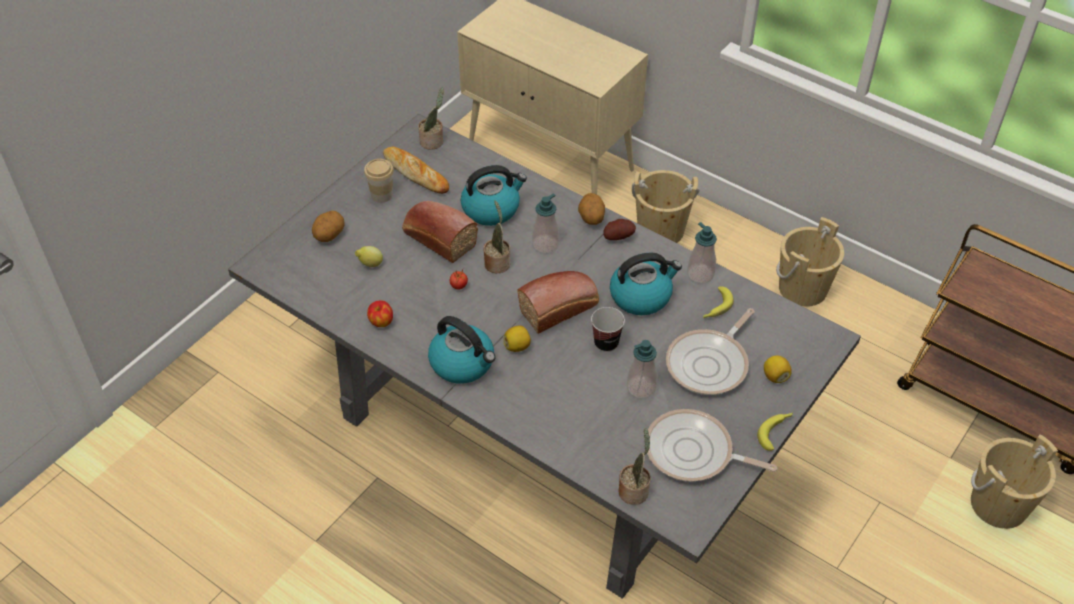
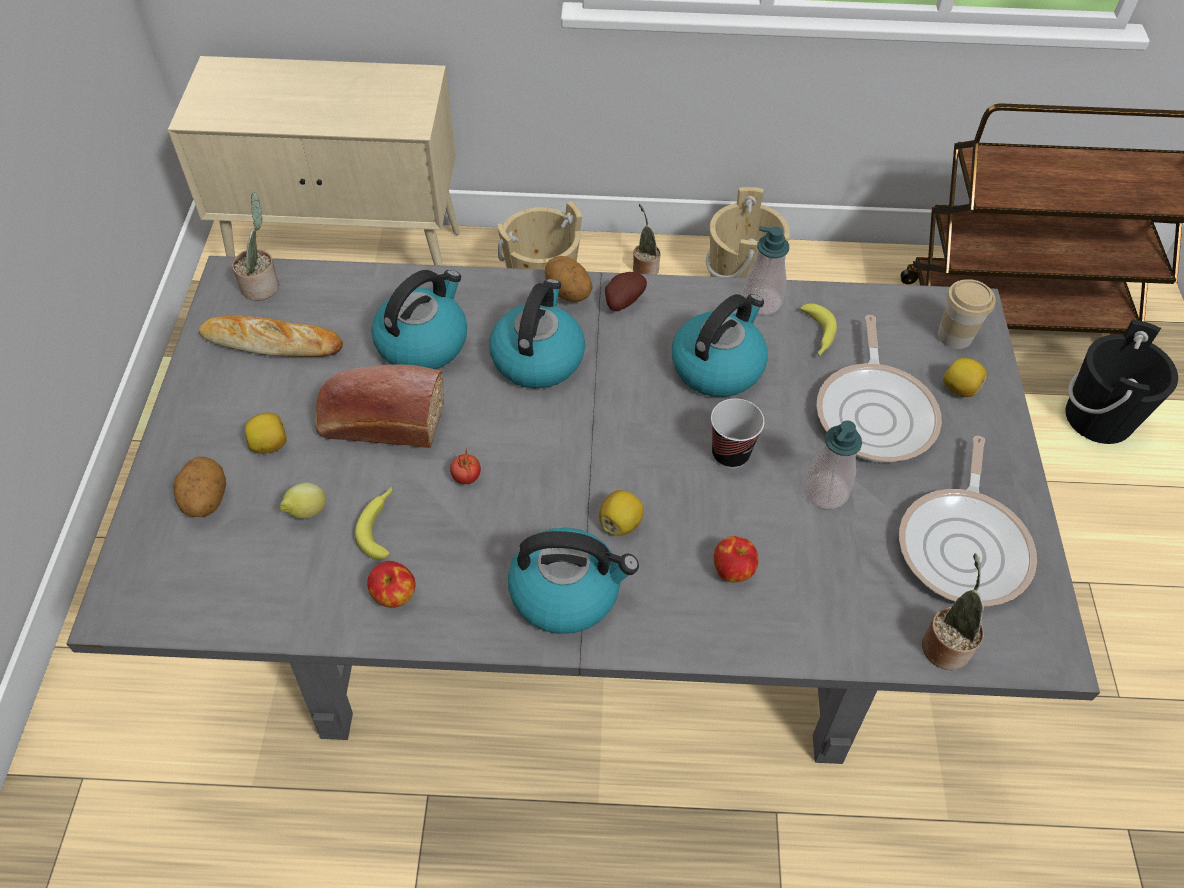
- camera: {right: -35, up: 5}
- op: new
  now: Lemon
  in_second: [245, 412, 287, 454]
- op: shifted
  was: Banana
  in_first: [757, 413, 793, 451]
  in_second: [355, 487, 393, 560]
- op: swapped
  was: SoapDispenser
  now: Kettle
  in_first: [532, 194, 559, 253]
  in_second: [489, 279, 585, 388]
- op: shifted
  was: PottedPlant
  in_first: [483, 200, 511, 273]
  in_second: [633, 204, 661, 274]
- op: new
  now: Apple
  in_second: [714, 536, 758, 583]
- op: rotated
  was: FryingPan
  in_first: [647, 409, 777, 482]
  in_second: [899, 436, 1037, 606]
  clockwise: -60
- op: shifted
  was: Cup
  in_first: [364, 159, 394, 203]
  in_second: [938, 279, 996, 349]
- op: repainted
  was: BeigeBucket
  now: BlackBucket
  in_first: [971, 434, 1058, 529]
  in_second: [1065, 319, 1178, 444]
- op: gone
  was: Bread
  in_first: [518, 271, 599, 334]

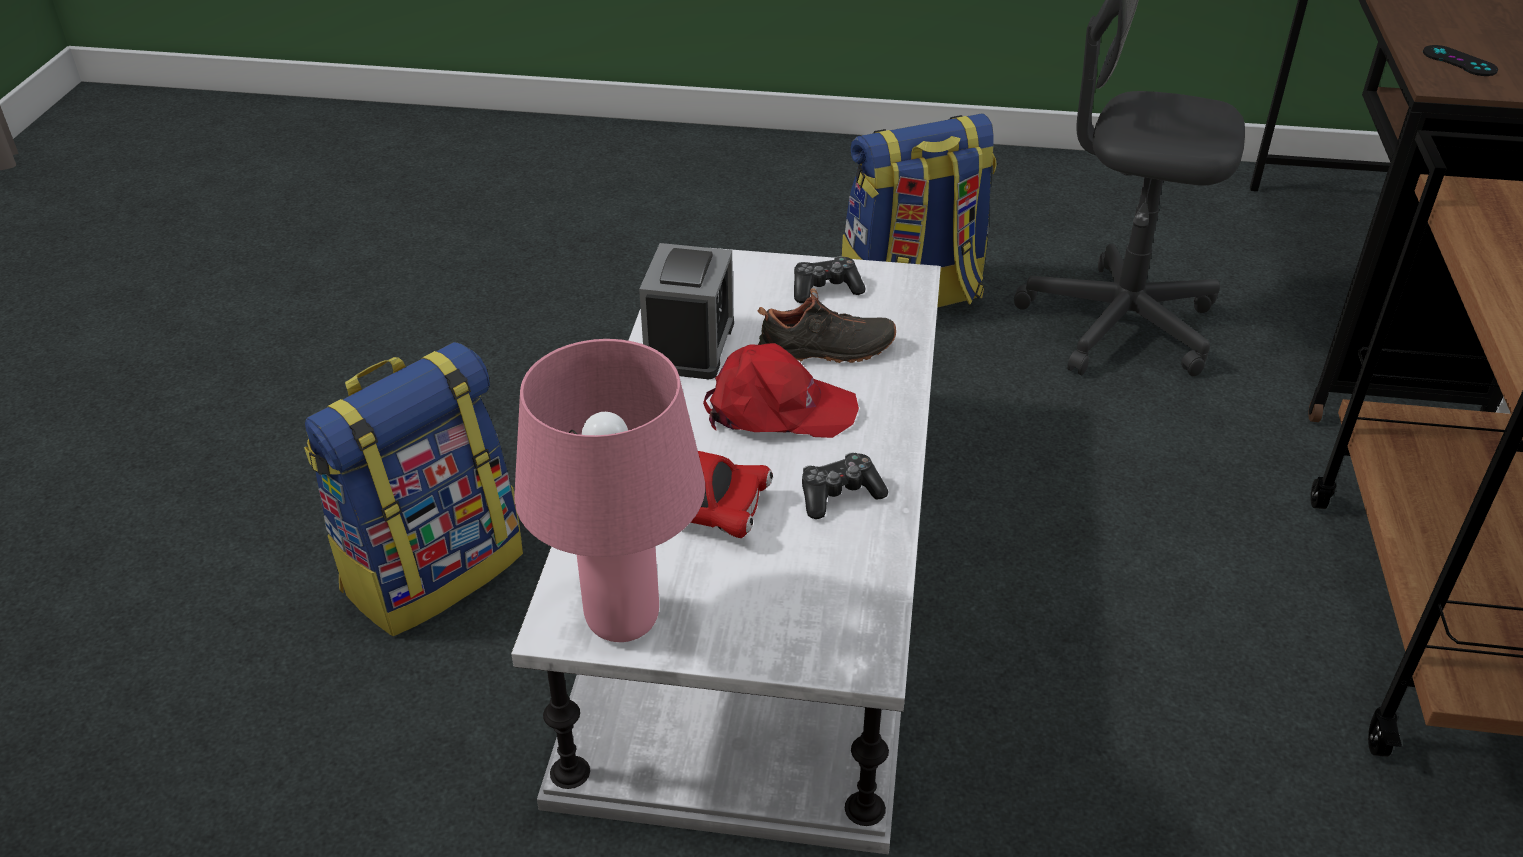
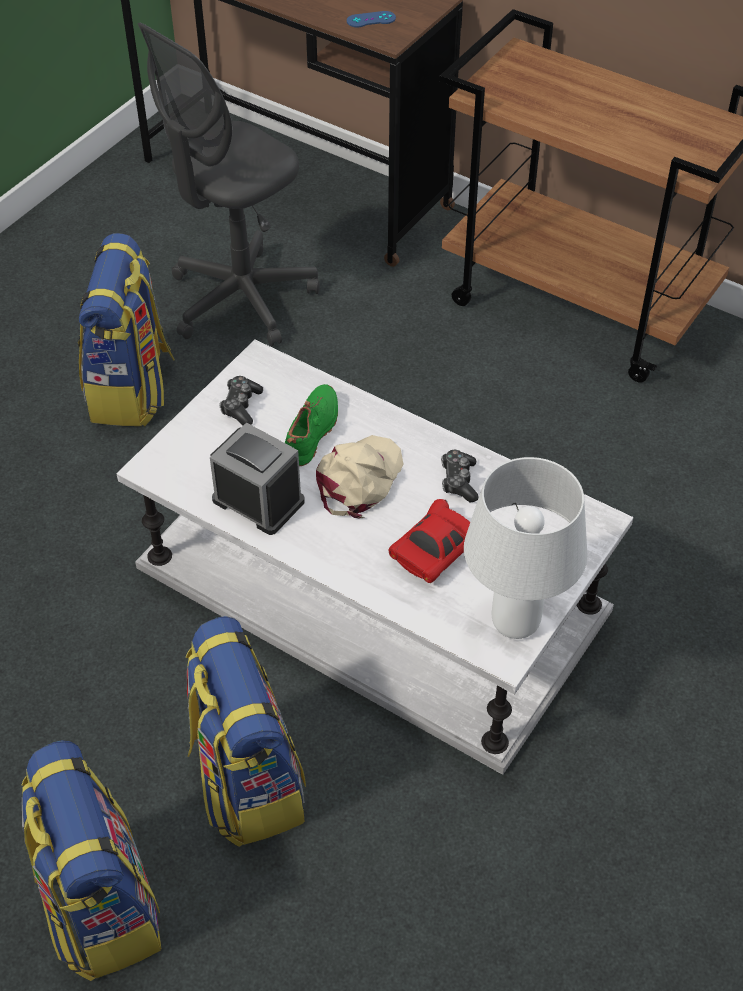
- camera: {right: -65, up: 10}
- op: new
  now: Backpack
  in_second: [21, 740, 161, 981]
- op: repainted
  was: BlackShoe
  now: GreenShoe
  in_first: [757, 288, 896, 363]
  in_second: [285, 384, 338, 466]
- op: repainted
  was: RedCap
  now: BeigeCap
  in_first: [703, 343, 859, 438]
  in_second: [316, 435, 403, 519]
- op: repainted
  was: BlackGameController
  now: BlueGameController
  in_first: [1423, 45, 1498, 76]
  in_second: [347, 11, 396, 27]
- op: repainted
  was: PinkTableLamp
  now: WhiteTableLamp
  in_first: [514, 339, 705, 642]
  in_second: [464, 457, 587, 639]

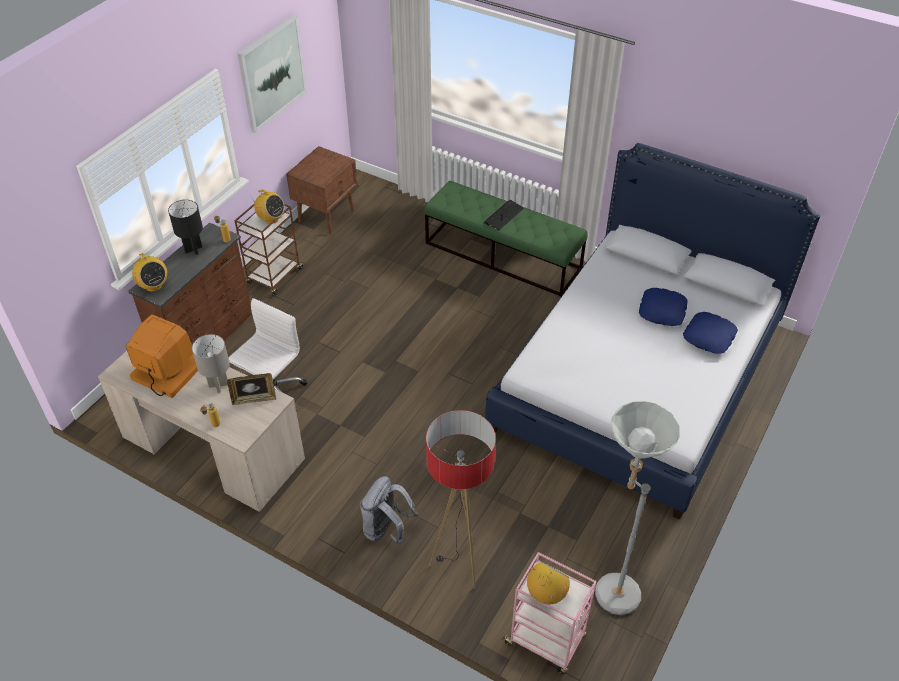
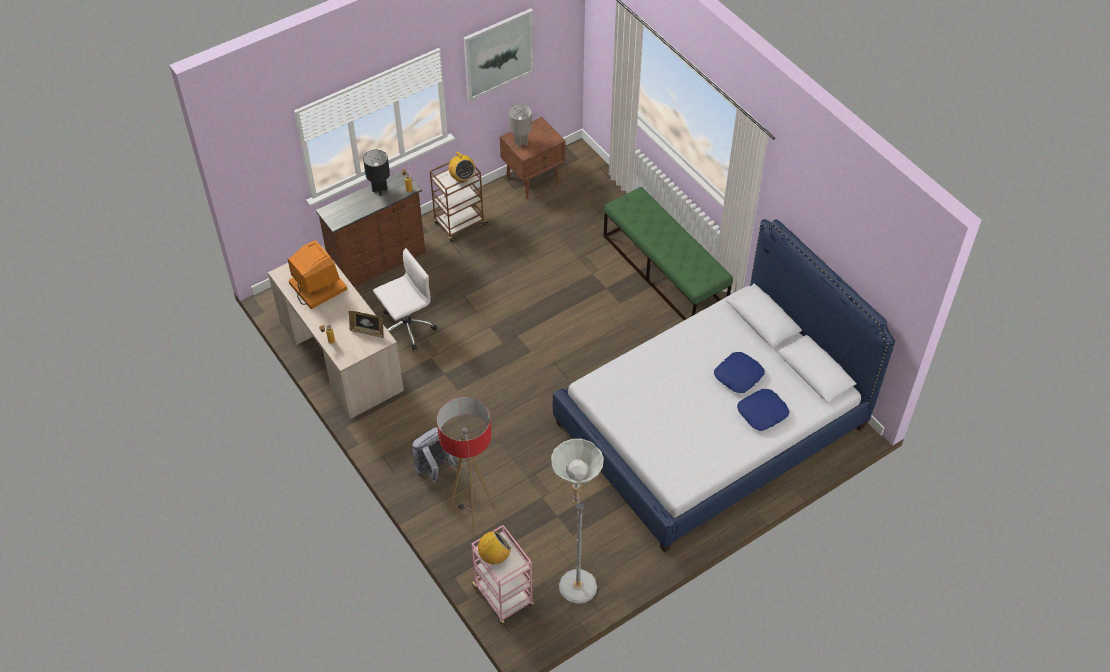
- camera: {right: 25, up: 5}
- op: shifted
  was: GreyTableLamp
  in_first: [192, 334, 230, 393]
  in_second: [509, 104, 532, 148]
- op: gone
  was: Radio
  in_first: [132, 253, 167, 292]
- op: gone
  was: Keyboard
  in_first: [484, 200, 524, 230]

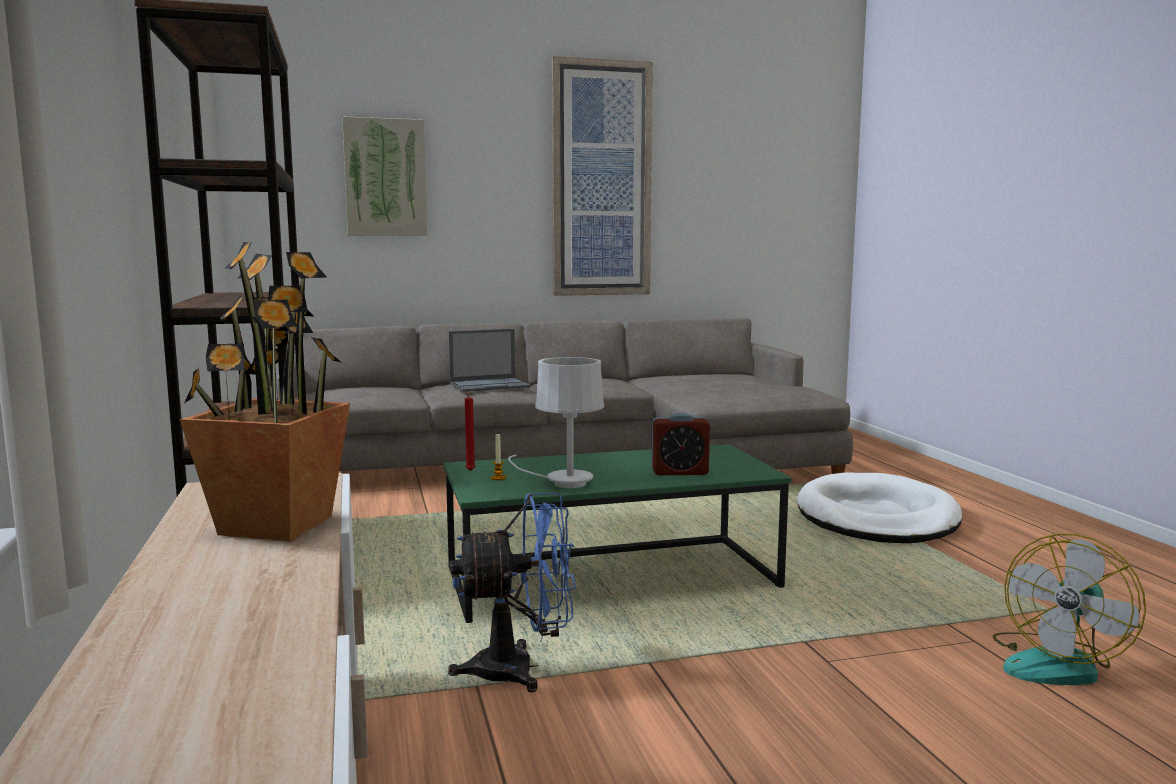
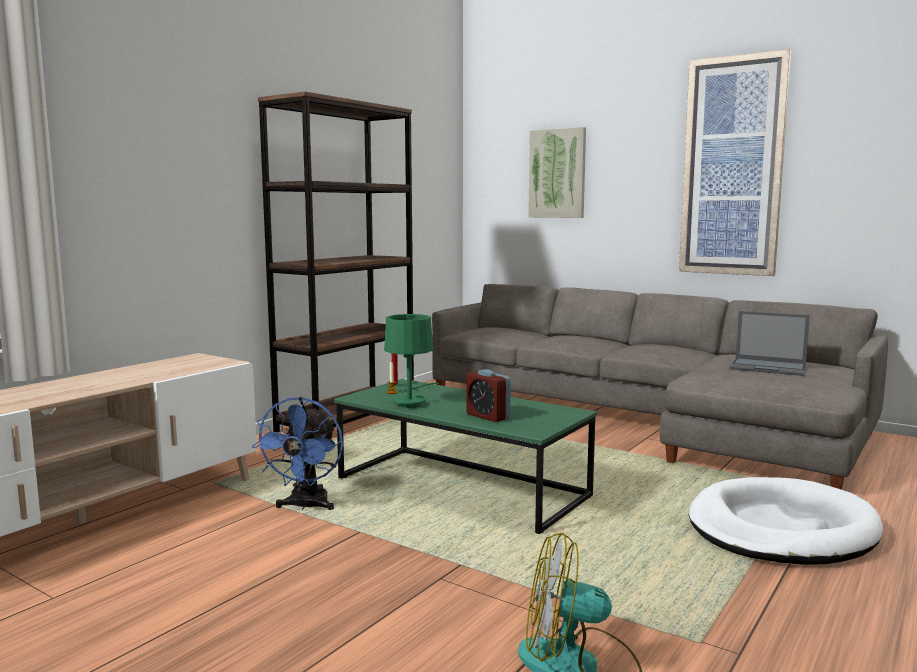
- camera: {right: 50, up: 0}
- op: rotated
  was: BlueFan
  in_first: [448, 493, 576, 693]
  in_second: [252, 397, 343, 510]
  clockwise: 60
- op: repainted
  was: WhiteTableLamp
  now: GreenTableLamp
  in_first: [508, 357, 604, 488]
  in_second: [384, 314, 439, 408]
- op: shifted
  was: Laptop
  in_first: [449, 329, 531, 392]
  in_second: [730, 311, 810, 376]
- op: gone
  was: PottedPlant
  in_first: [180, 242, 350, 541]

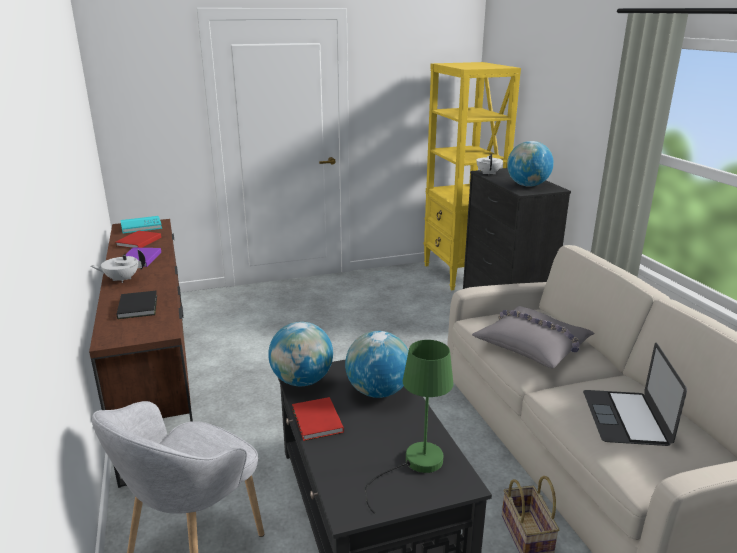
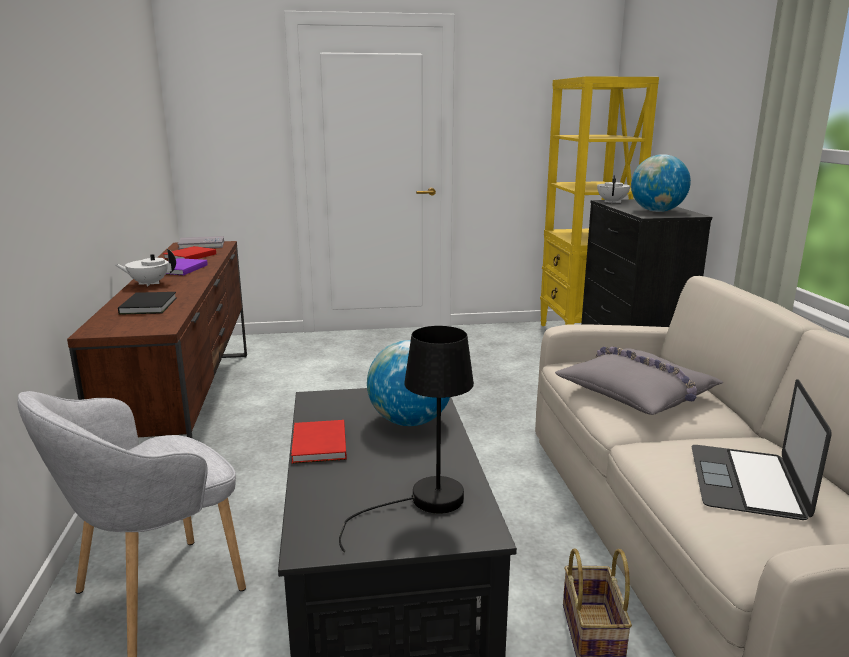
- camera: {right: 10, up: -5}
- op: repainted
  was: TurquoiseBook
  now: GreyBook
  in_first: [120, 216, 162, 233]
  in_second: [178, 236, 224, 250]
- op: repainted
  was: GreenTableLamp
  now: BlackTableLamp
  in_first: [365, 340, 453, 514]
  in_second: [339, 326, 474, 553]
- op: gone
  was: Globe
  in_first: [268, 322, 333, 386]

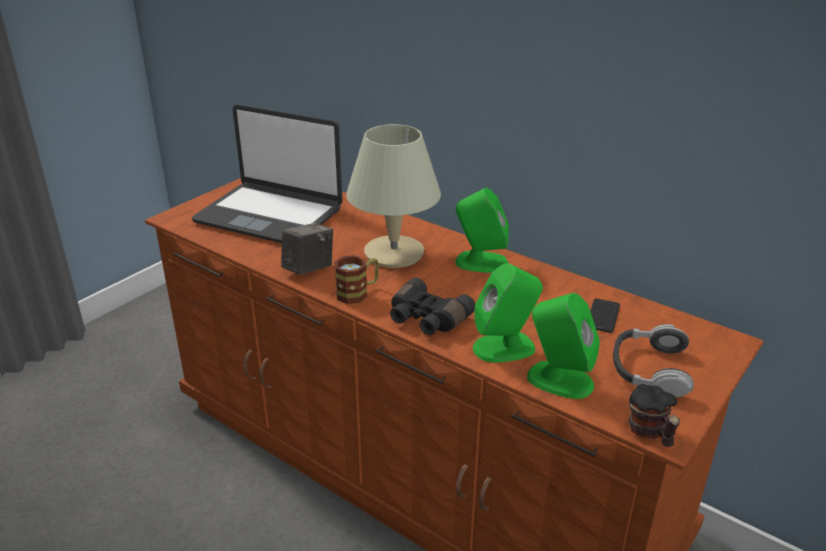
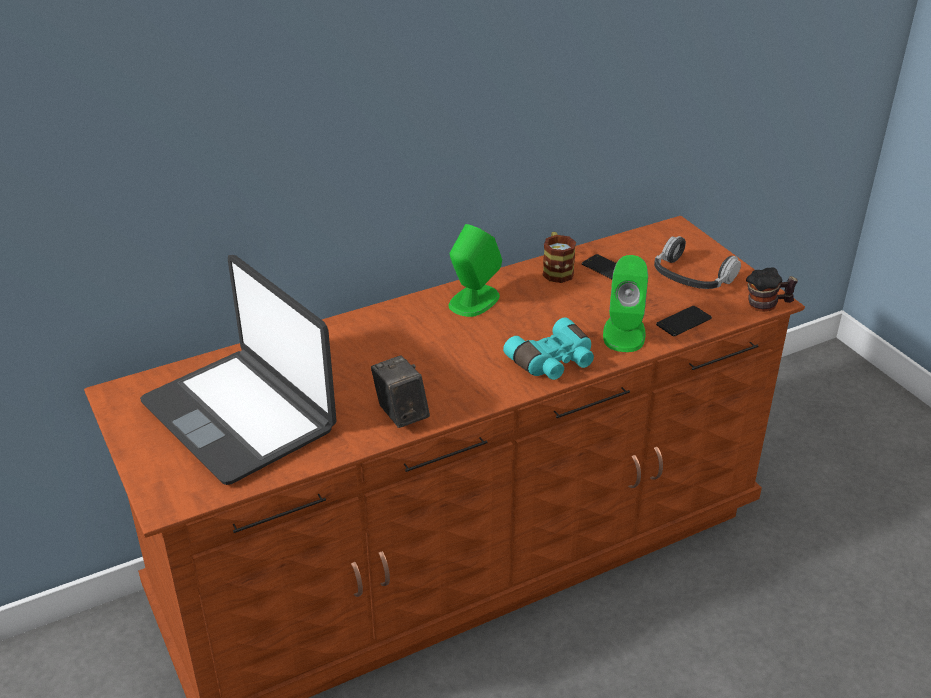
- camera: {right: -65, up: 5}
- op: rotated
  was: Laptop
  in_first: [192, 105, 343, 243]
  in_second: [140, 255, 337, 485]
  clockwise: 90
- op: repainted
  was: BlackBinoculars
  now: TurquoiseBinoculars
  in_first: [390, 278, 475, 335]
  in_second: [503, 317, 594, 380]
- op: shifted
  was: Mug
  in_first: [334, 255, 379, 304]
  in_second: [542, 232, 576, 283]
- op: swapped
  was: GreenSpeaker
  now: Phone
  in_first: [527, 293, 600, 399]
  in_second: [656, 306, 712, 336]
- op: gone
  was: BeigeTableLamp
  in_first: [346, 124, 441, 268]

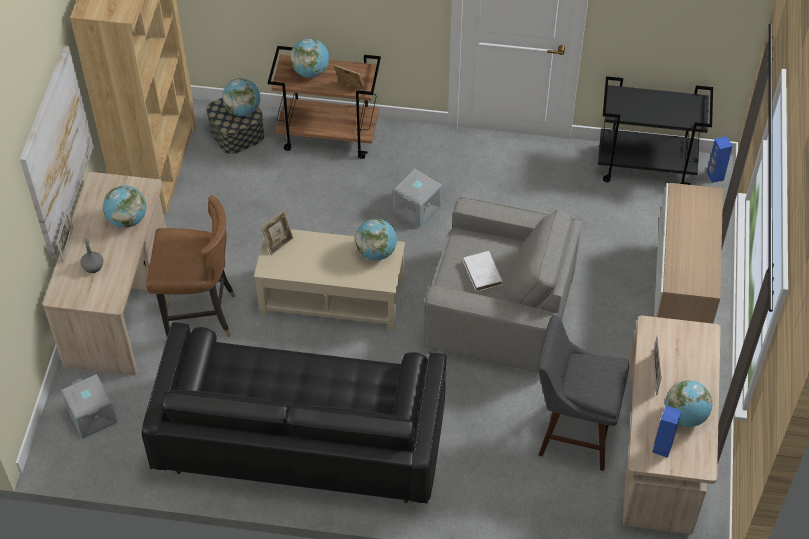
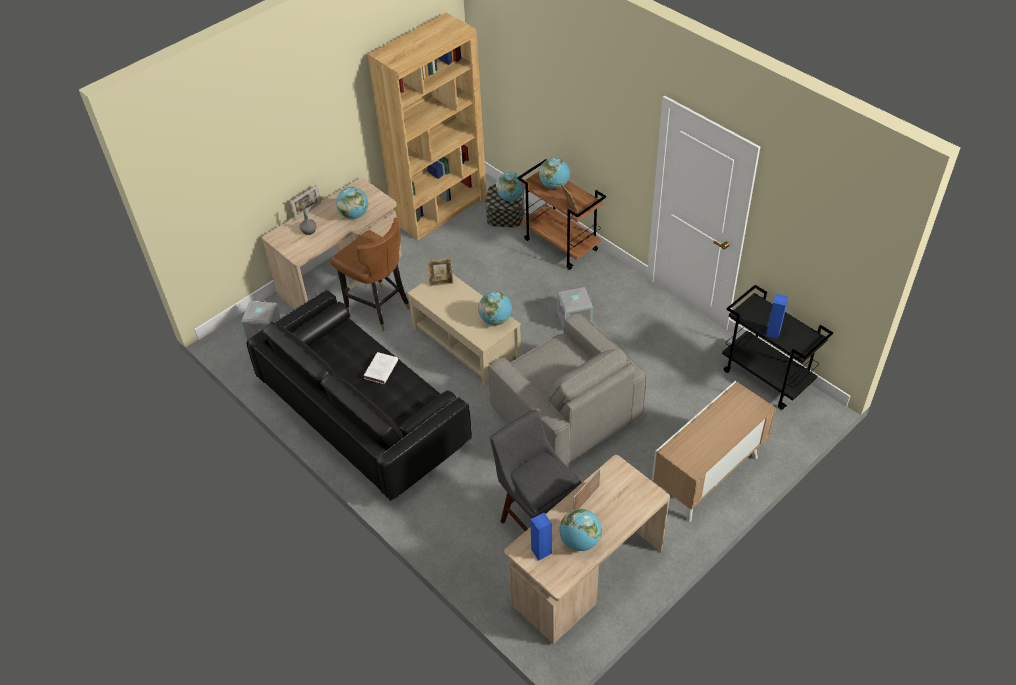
- camera: {right: 40, up: -5}
- op: shifted
  was: WhiteBook
  in_first: [463, 251, 503, 292]
  in_second: [363, 352, 398, 384]
- op: shifted
  was: BlueSpeaker
  in_first: [707, 136, 732, 183]
  in_second: [766, 294, 788, 339]
- op: gone
  was: Picture
  in_first: [20, 46, 94, 257]

